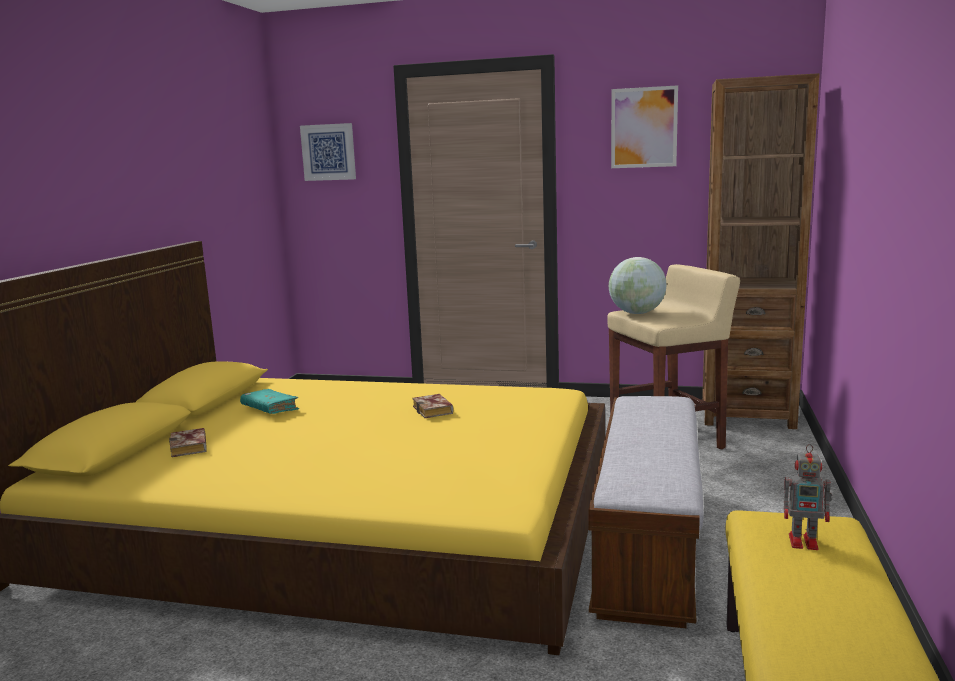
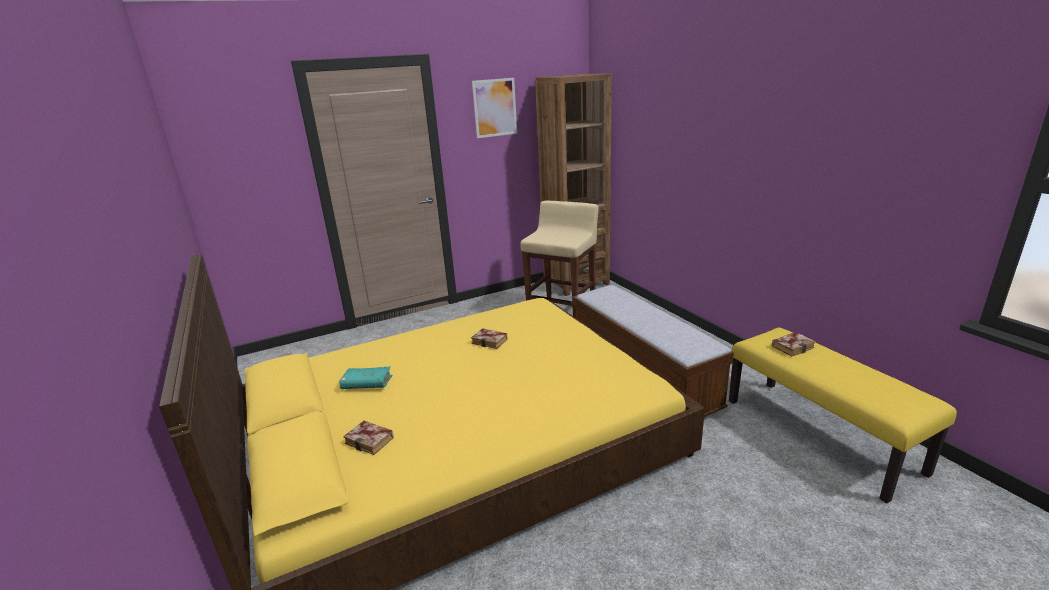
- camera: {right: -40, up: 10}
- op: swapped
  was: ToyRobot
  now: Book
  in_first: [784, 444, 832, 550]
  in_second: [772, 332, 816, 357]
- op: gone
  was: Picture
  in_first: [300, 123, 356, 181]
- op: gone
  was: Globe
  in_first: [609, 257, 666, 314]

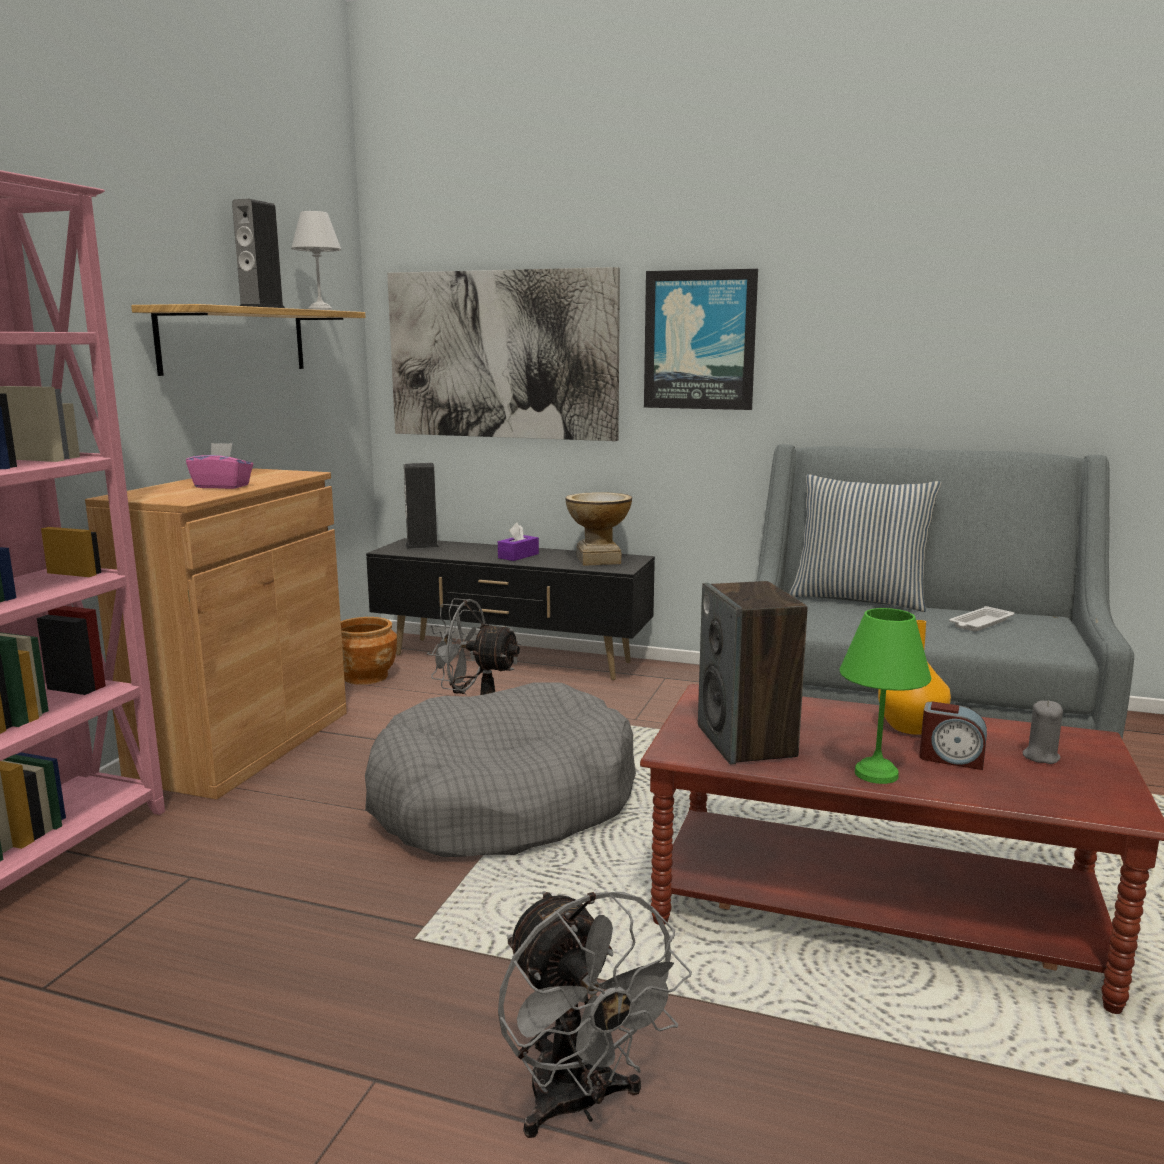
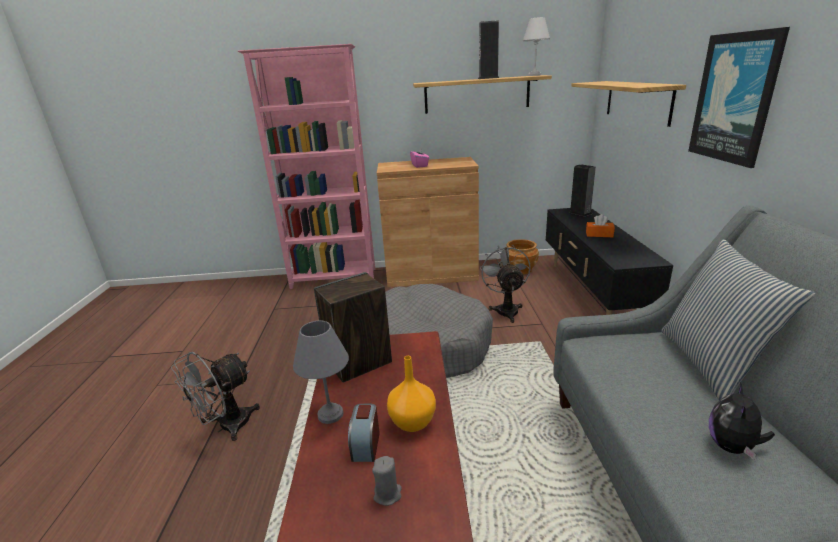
- camera: {right: 70, up: 10}
- op: repainted
  was: GreenTableLamp
  now: GreyTableLamp
  in_first: [840, 608, 931, 784]
  in_second: [293, 321, 349, 424]
- op: swapped
  was: Picture
  now: Shelf
  in_first: [387, 267, 620, 441]
  in_second: [571, 81, 686, 127]
- op: repainted
  was: PurpleTissueBox
  now: OrangeTissueBox
  in_first: [498, 523, 539, 561]
  in_second: [586, 214, 615, 237]
- op: swapped
  was: WhiteTray
  now: PlushToy
  in_first: [949, 606, 1014, 631]
  in_second: [709, 382, 775, 460]
- op: gone
  was: Vase
  in_first: [565, 492, 632, 566]

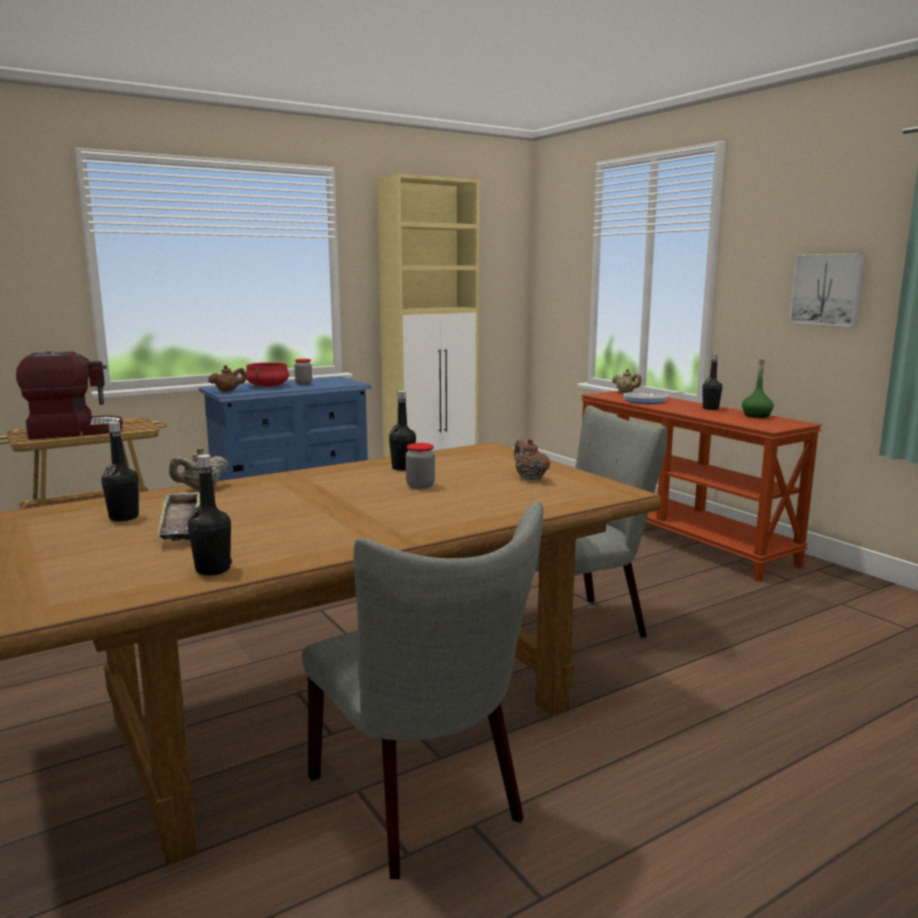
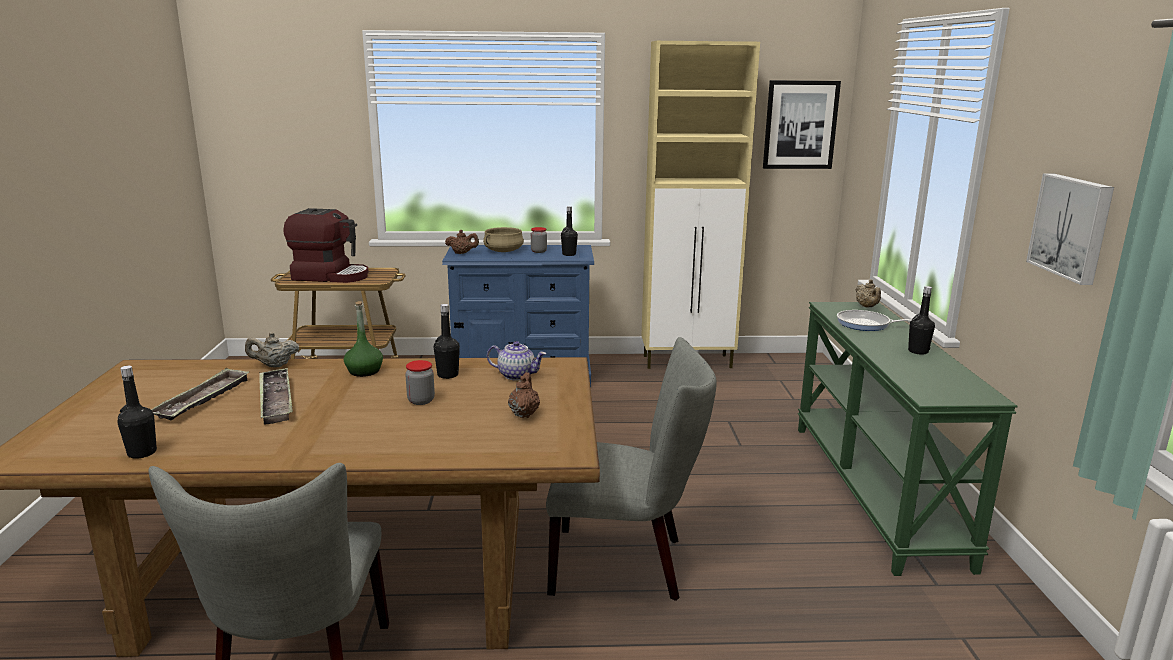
- camera: {right: 30, up: 5}
- op: new
  now: Tray
  in_second: [259, 368, 293, 425]
- op: shifted
  was: GreenBottle
  in_first: [742, 359, 774, 418]
  in_second: [344, 301, 383, 377]
- op: repainted
  was: RedCookingPot
  now: BeigeCookingPot
  in_first: [246, 362, 289, 387]
  in_second: [483, 227, 524, 252]
- op: new
  now: Teapot
  in_second: [487, 341, 546, 380]
- op: shifted
  was: BlackBottle
  in_first: [101, 422, 139, 521]
  in_second: [561, 206, 578, 256]
- op: new
  now: Picture
  in_second: [763, 80, 841, 169]
- op: repainted
  was: BrownConsoleTable
  now: GreenConsoleTable
  in_first: [581, 391, 822, 582]
  in_second: [798, 302, 1018, 576]

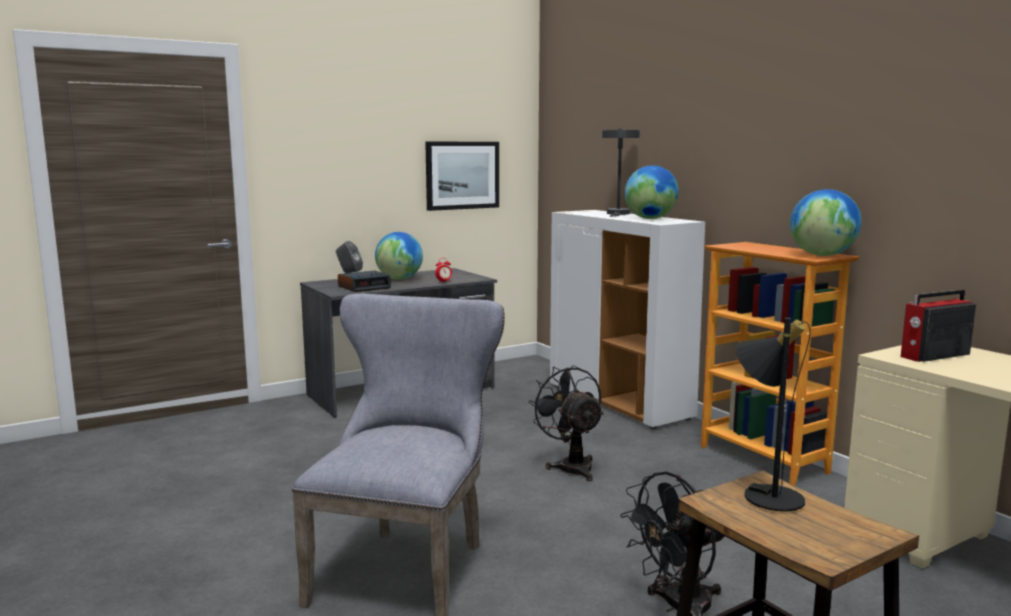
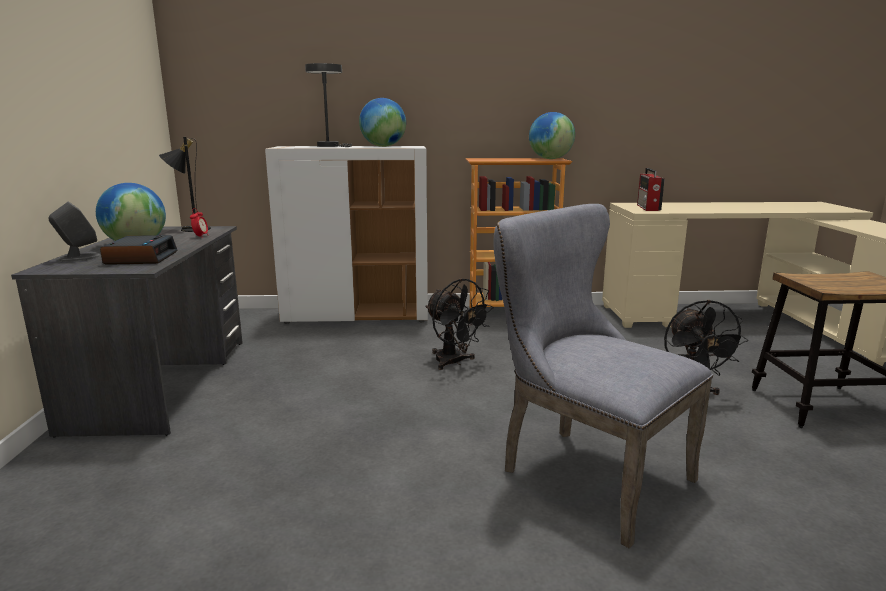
- camera: {right: -60, up: 5}
- op: shifted
  was: BlackTableLamp
  in_first: [736, 318, 811, 512]
  in_second: [159, 137, 211, 232]
- op: rotated
  was: BlackFan
  in_first: [528, 365, 604, 481]
  in_second: [425, 278, 494, 370]
  clockwise: -135
- op: gone
  was: Picture
  in_first: [425, 142, 499, 211]

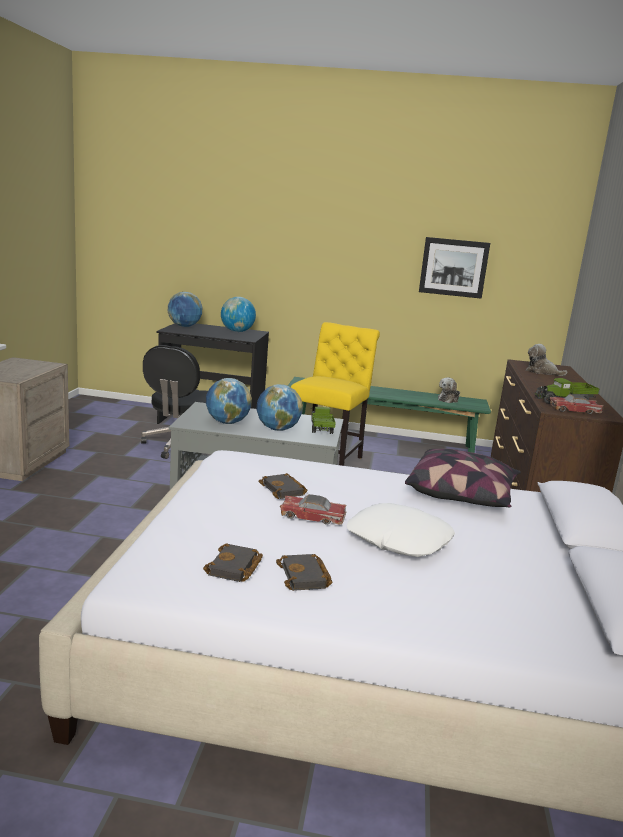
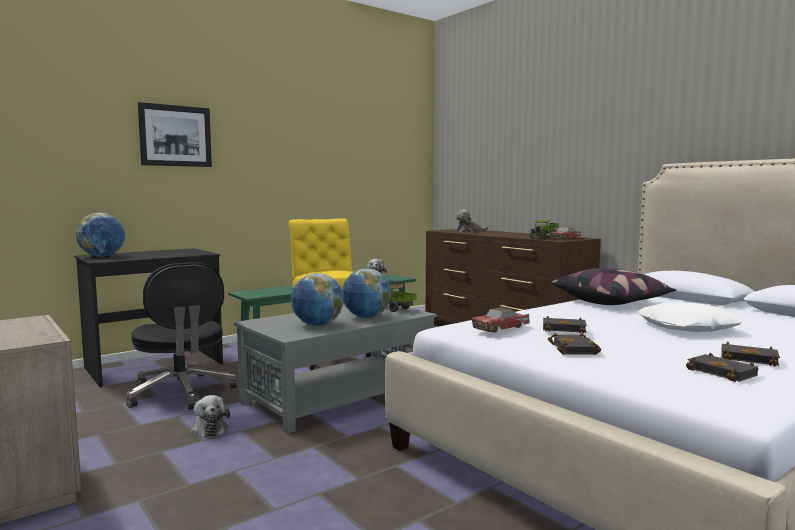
- camera: {right: -45, up: -10}
- op: shifted
  was: Picture
  in_first: [419, 237, 490, 299]
  in_second: [138, 102, 212, 167]
- op: new
  now: PlushToy
  in_second: [191, 395, 230, 438]
- op: shifted
  was: ToyCar
  in_first: [280, 494, 347, 525]
  in_second: [471, 307, 530, 333]
- op: new
  now: BlackBook
  in_second: [548, 333, 601, 355]
- op: gone
  was: Globe
  in_first: [221, 297, 256, 332]

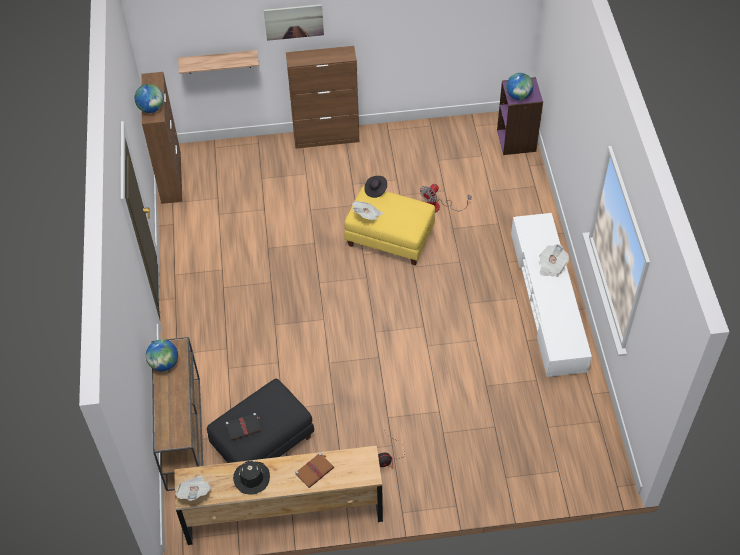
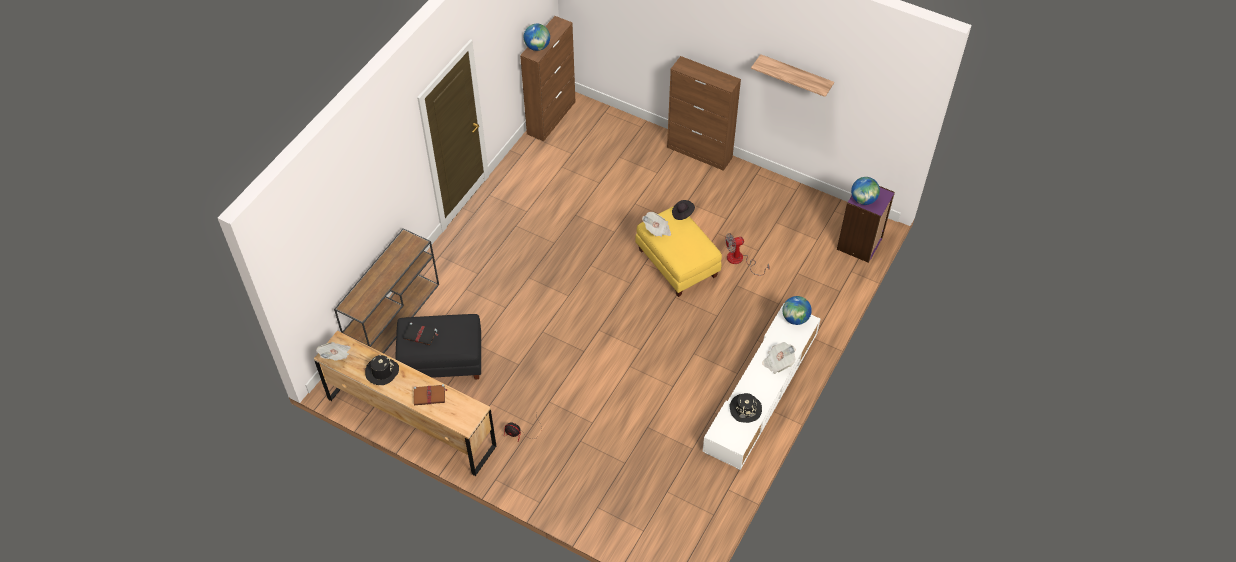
- camera: {right: 35, up: 0}
- op: new
  now: BlackHat
  in_second: [729, 393, 762, 423]
- op: shifted
  was: Shelf
  in_first: [178, 50, 259, 74]
  in_second: [751, 54, 834, 97]
- op: shifted
  was: Globe
  in_first: [146, 339, 178, 371]
  in_second: [782, 296, 812, 325]
- op: gone
  was: Picture
  in_first: [264, 4, 324, 41]

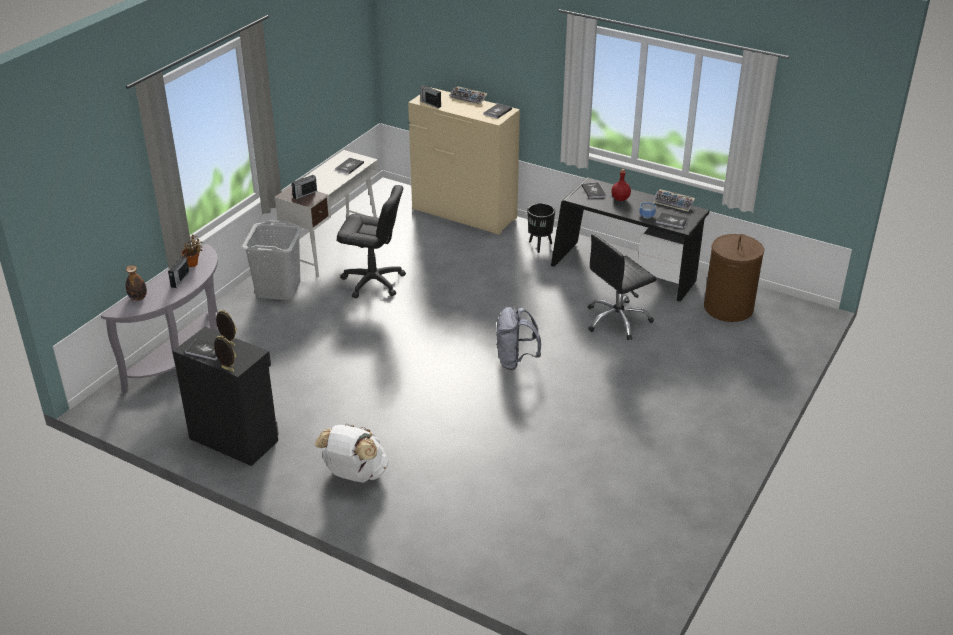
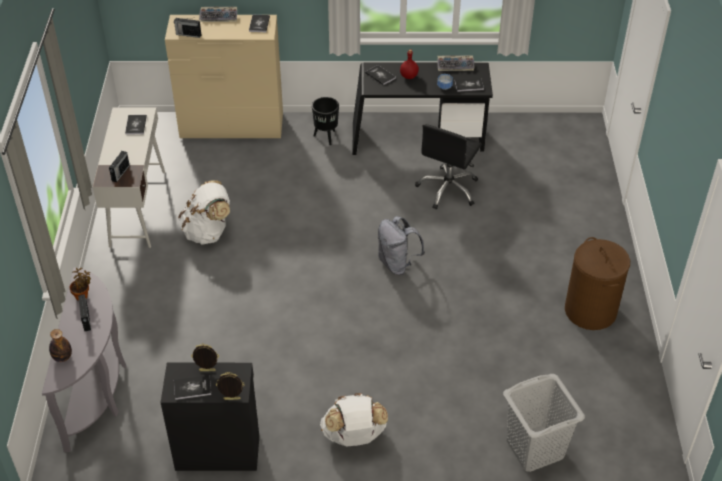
- camera: {right: -30, up: 10}
- op: swapped
  was: BlackOfficeChair
  now: WhiteBackpack
  in_first: [337, 185, 406, 298]
  in_second: [178, 180, 230, 245]
- op: shifted
  was: GreyLaundryBasket
  in_first: [241, 220, 303, 300]
  in_second: [503, 374, 585, 472]
- op: shifted
  was: BrownLaundryBasket
  in_first: [704, 234, 764, 322]
  in_second: [565, 237, 630, 330]

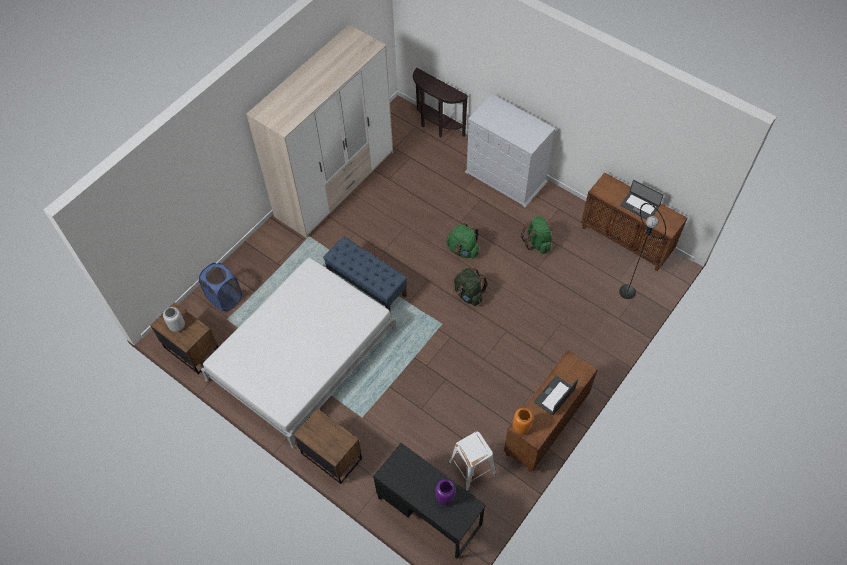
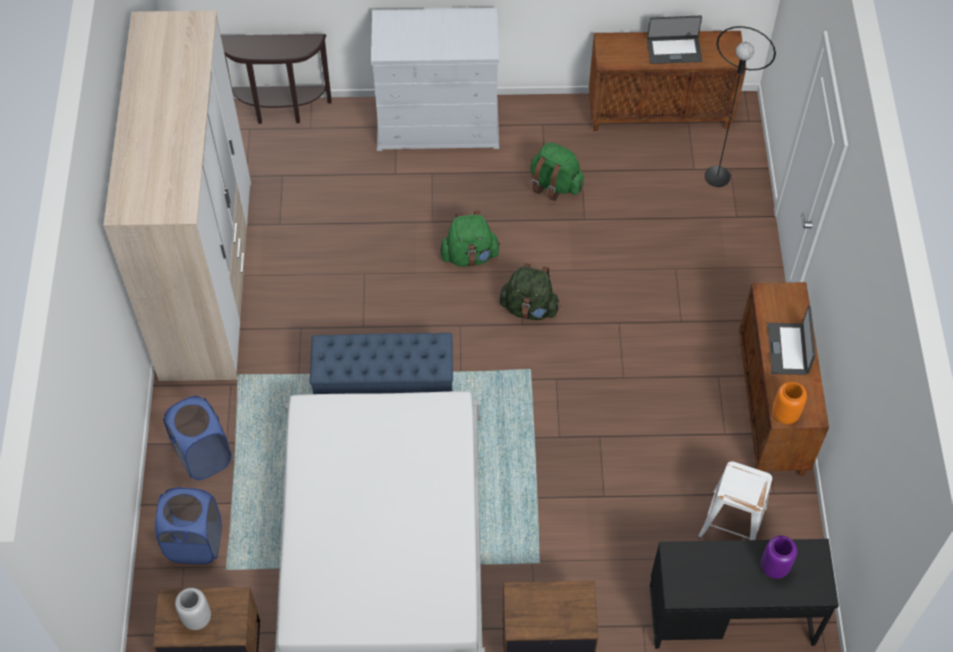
- camera: {right: -40, up: 0}
- op: new
  now: BlueLaundryBasket
  in_second: [163, 396, 232, 480]

